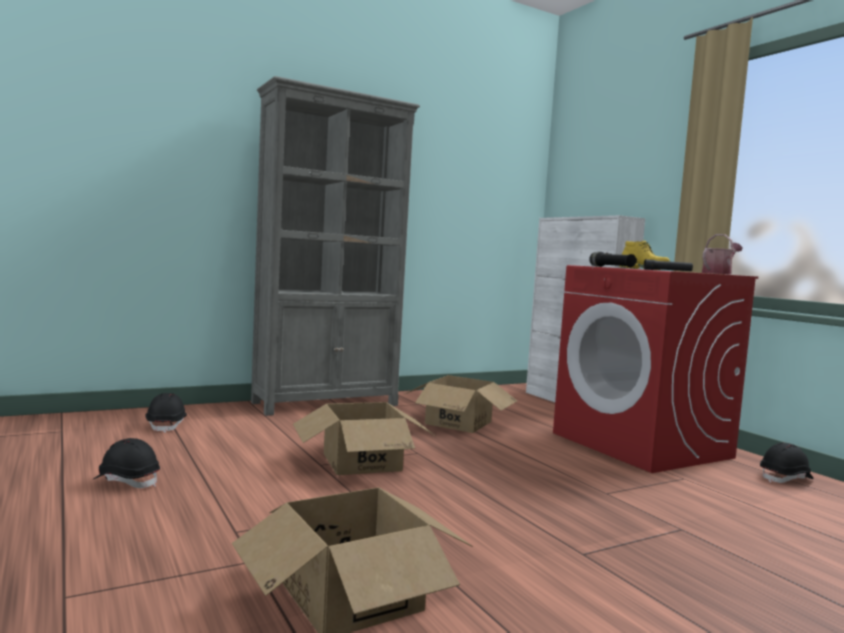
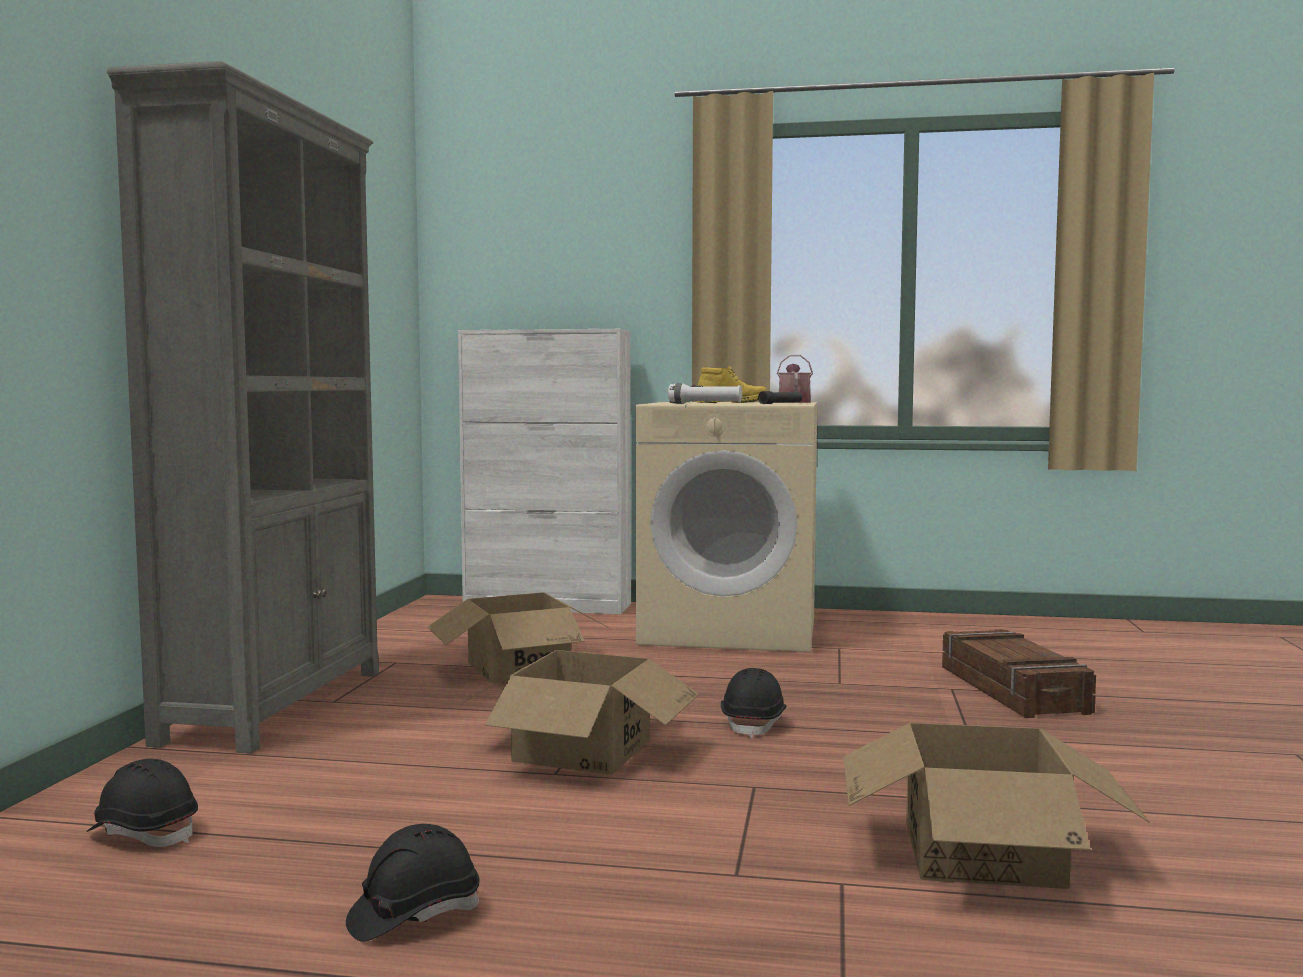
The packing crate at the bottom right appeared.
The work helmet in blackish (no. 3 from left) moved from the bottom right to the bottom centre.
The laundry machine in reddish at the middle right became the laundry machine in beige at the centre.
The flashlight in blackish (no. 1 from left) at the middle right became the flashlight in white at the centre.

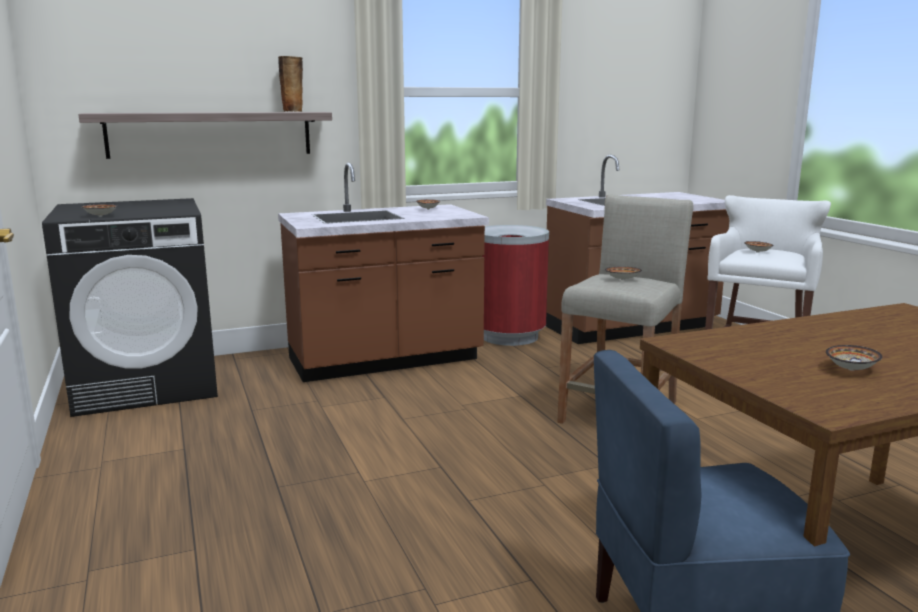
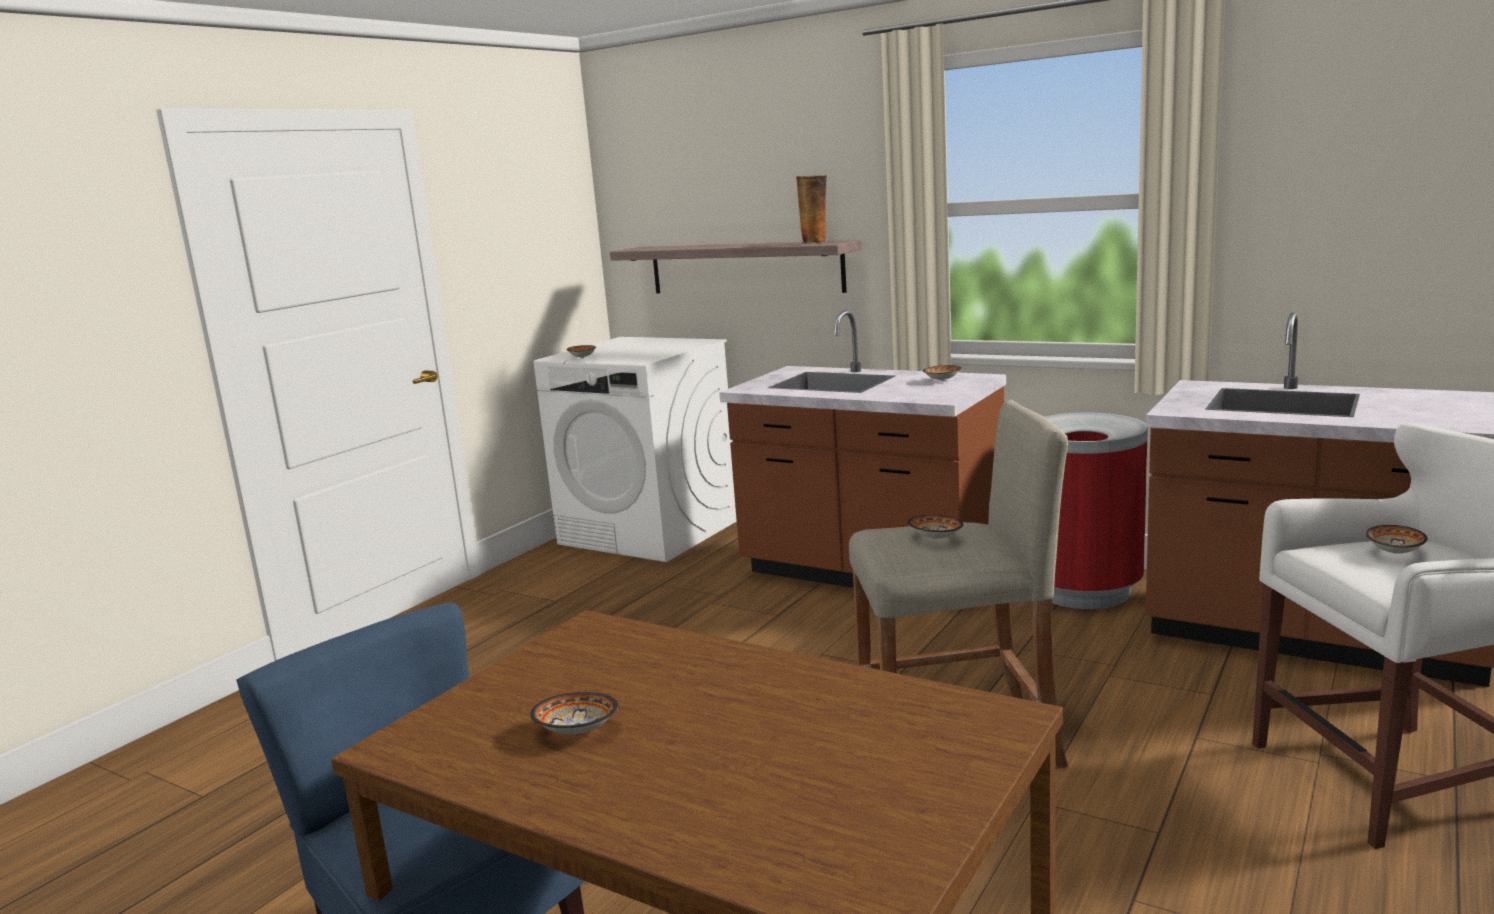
The laundry machine in blackish at the middle left became the laundry machine in white at the centre.

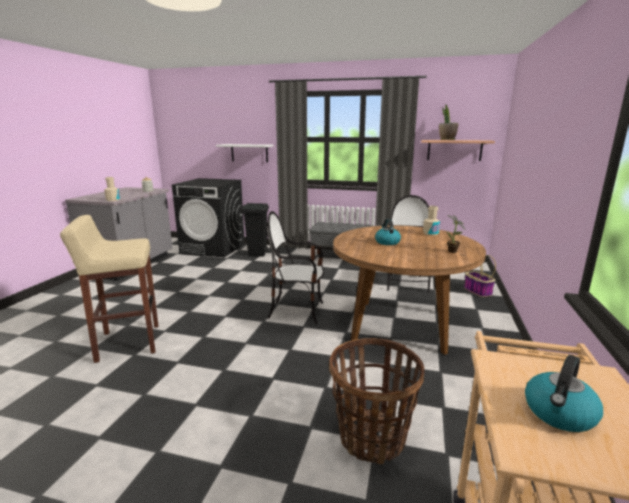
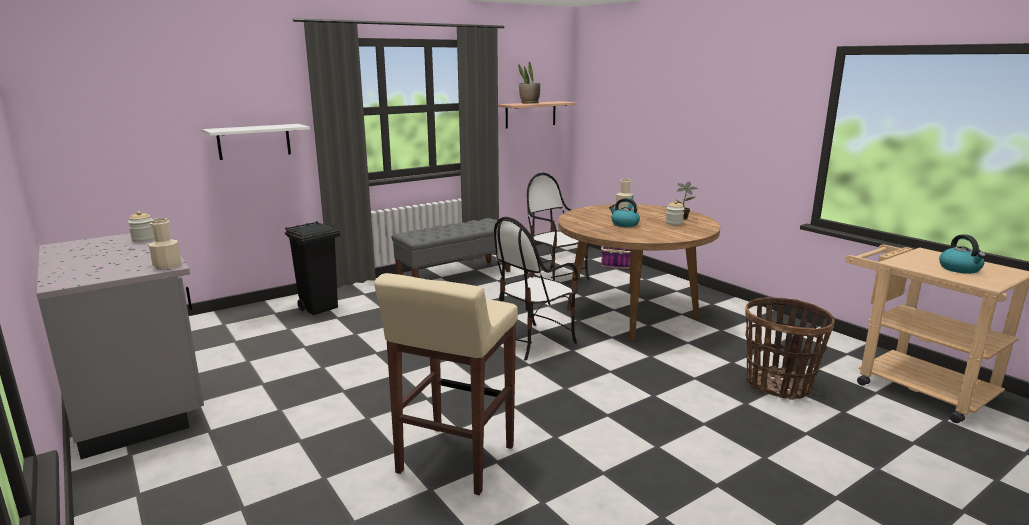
The laundry machine in blackish at the middle left disappeared.
The jar (no. 2 from left) at the centre appeared.

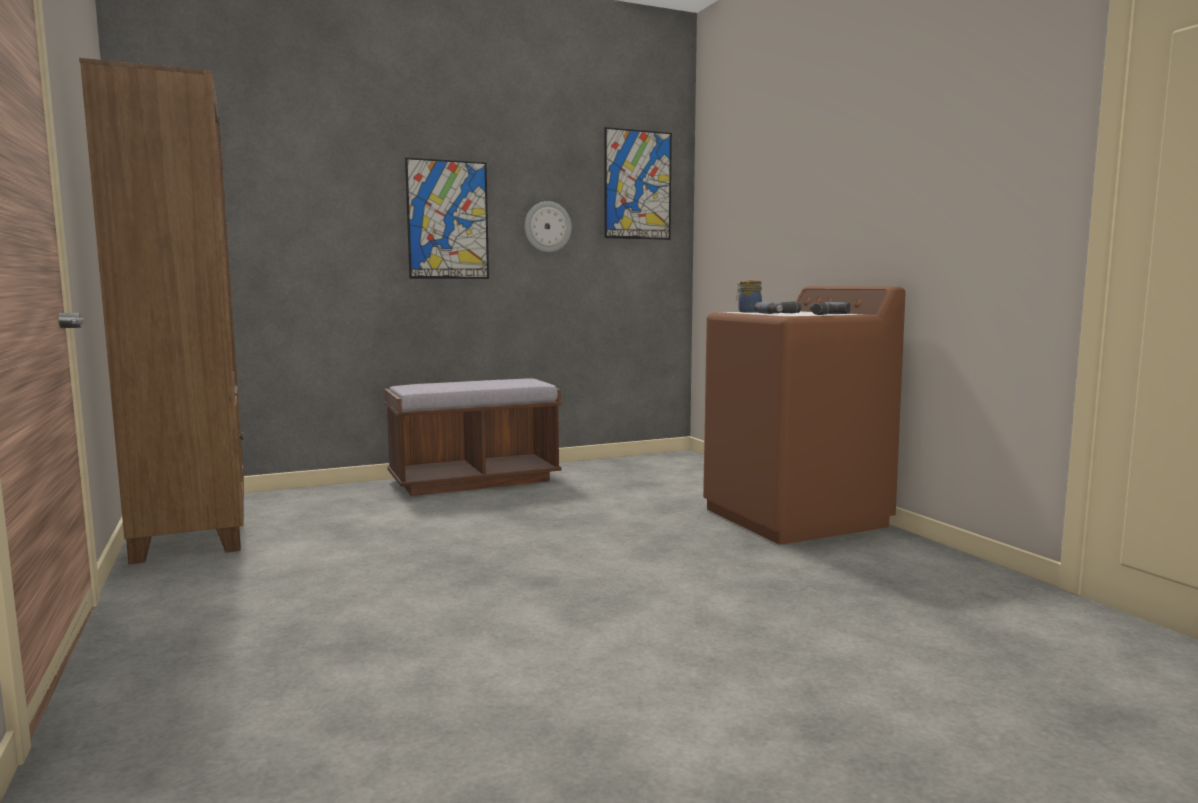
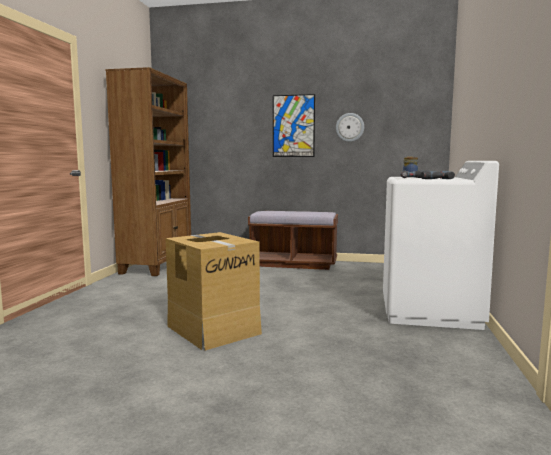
The wall art (no. 2 from left) at the top centre disappeared.
The cardboard box at the centre appeared.
The laundry machine in brown at the middle right became the laundry machine in white at the middle right.

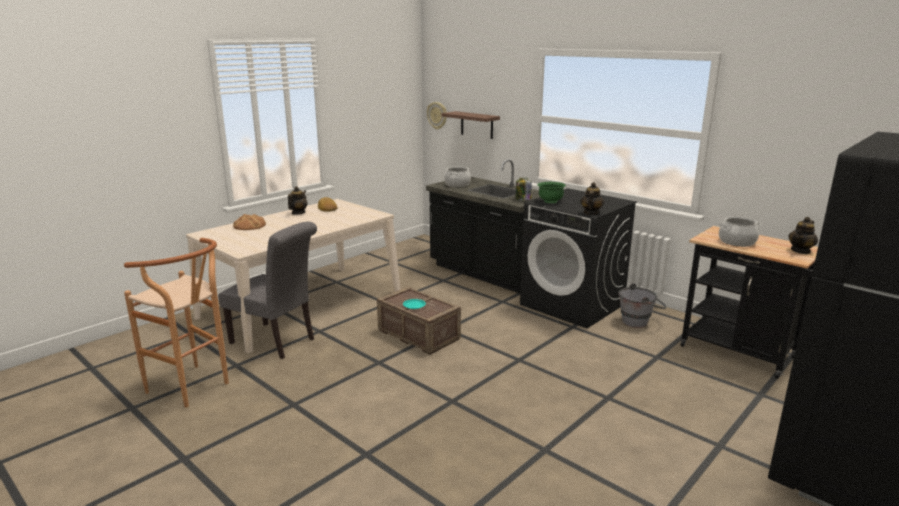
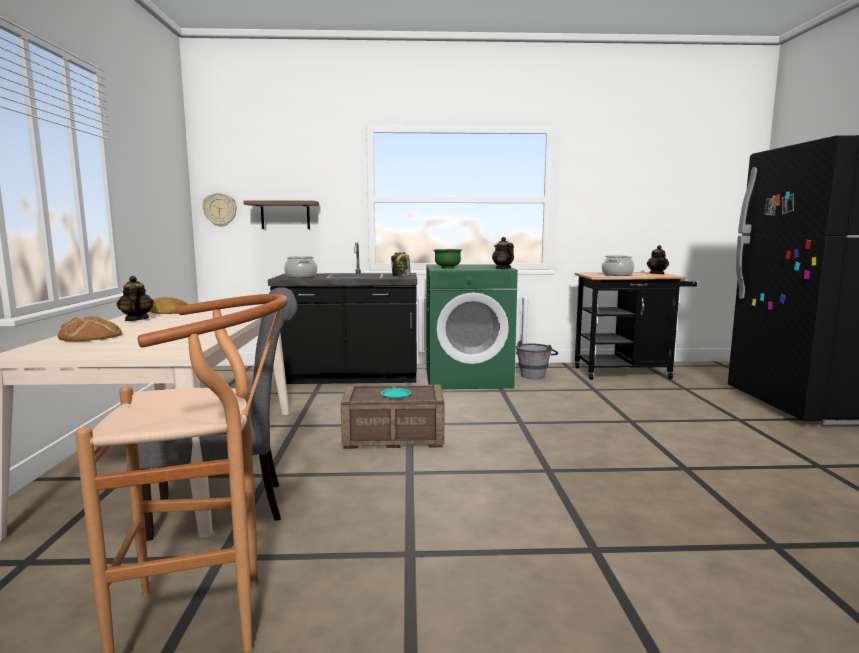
The laundry machine in blackish at the centre became the laundry machine in green at the centre.

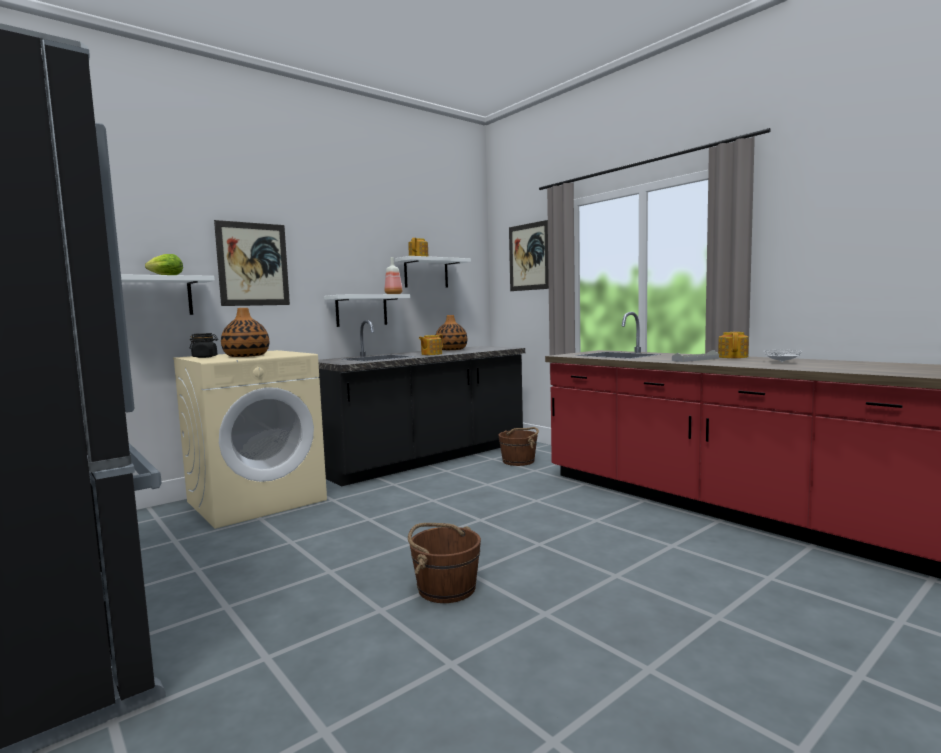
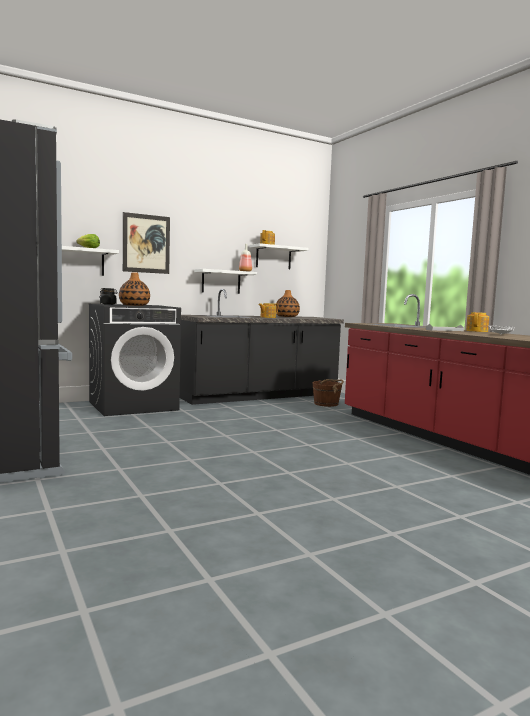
The pail in brown (no. 1 from left) at the bottom centre disappeared.
The wall art (no. 2 from left) at the centre disappeared.
The laundry machine in beige at the middle left became the laundry machine in blackish at the middle left.

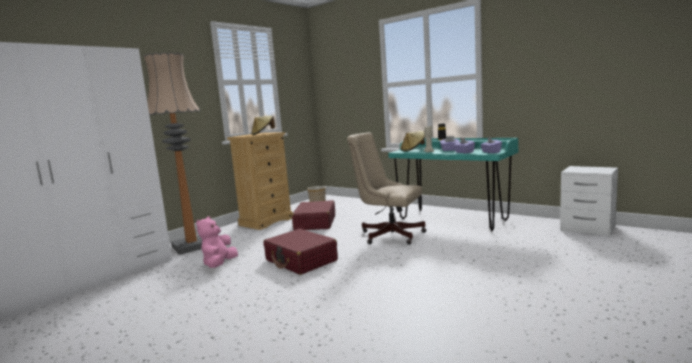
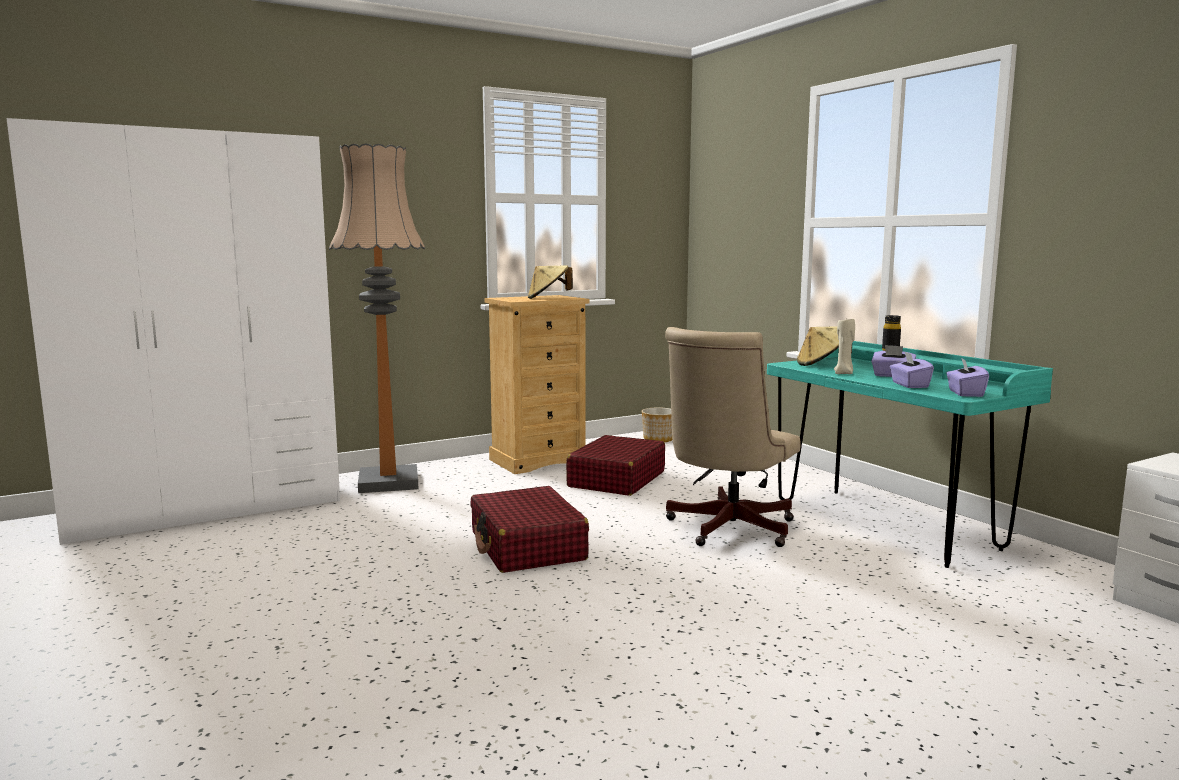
The cuddly toy in pink-coloured at the bottom left disappeared.
The desk chair in beige at the centre turned 105 degrees counterclockwise.

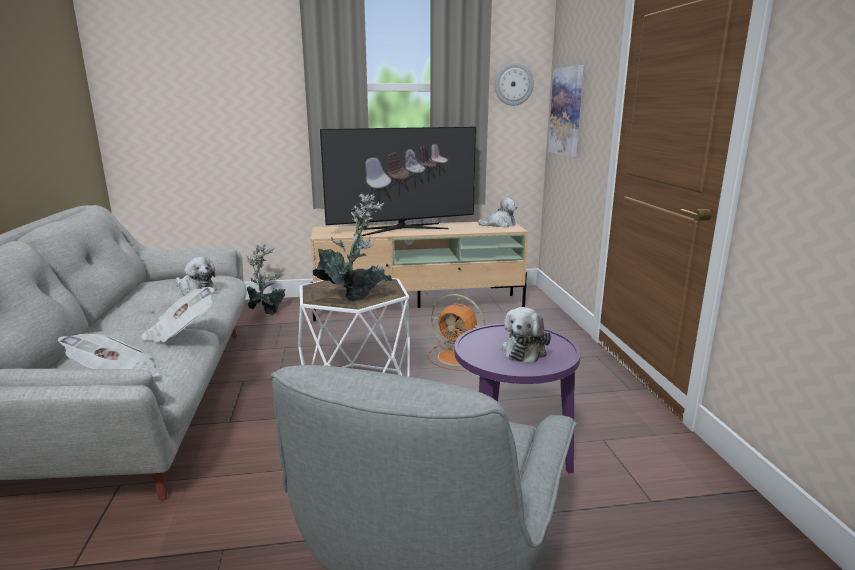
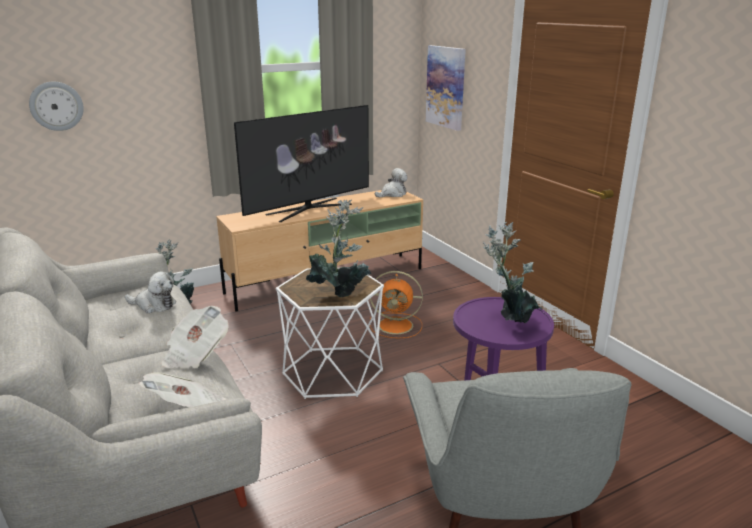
The clock on the wall moved from the top centre to the top left.
The cuddly toy (no. 3 from left) at the centre was replaced by the plant in a pot (no. 3 from left) at the middle right.

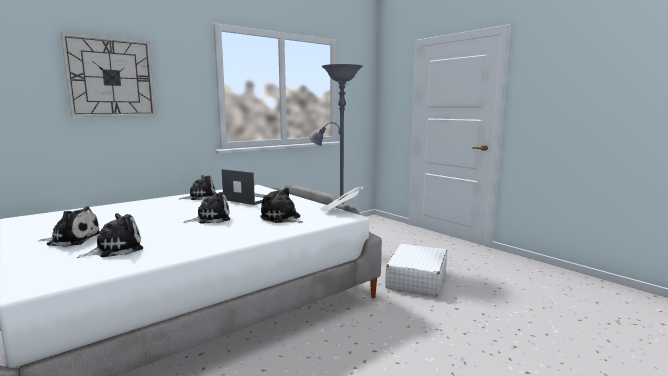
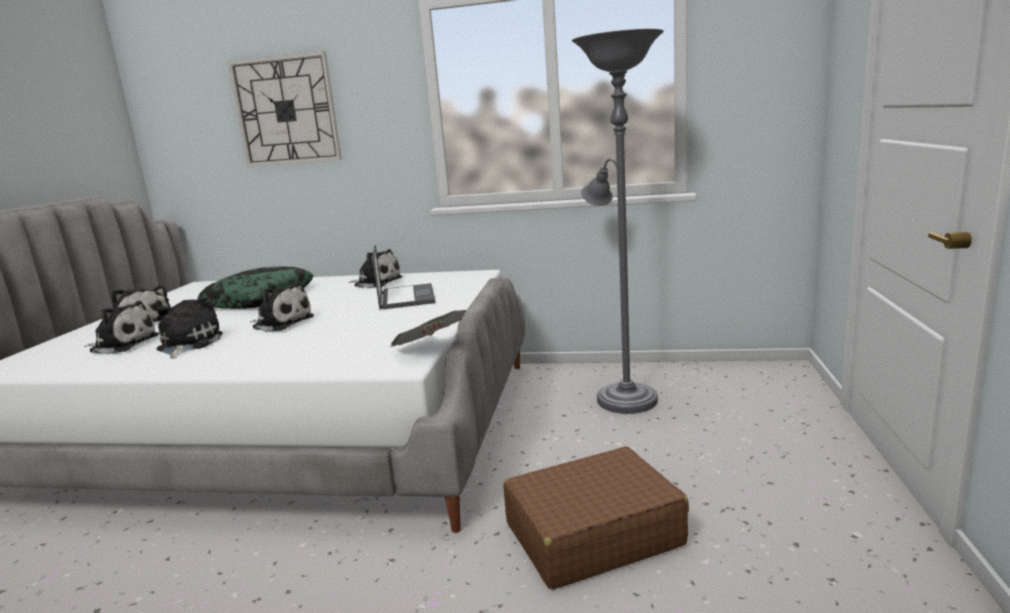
The pillow at the middle left appeared.
The cuddly toy (no. 5 from left in the first image) moved from the centre to the middle left.
The suitcase in white at the bottom centre became the suitcase in brown at the bottom centre.

